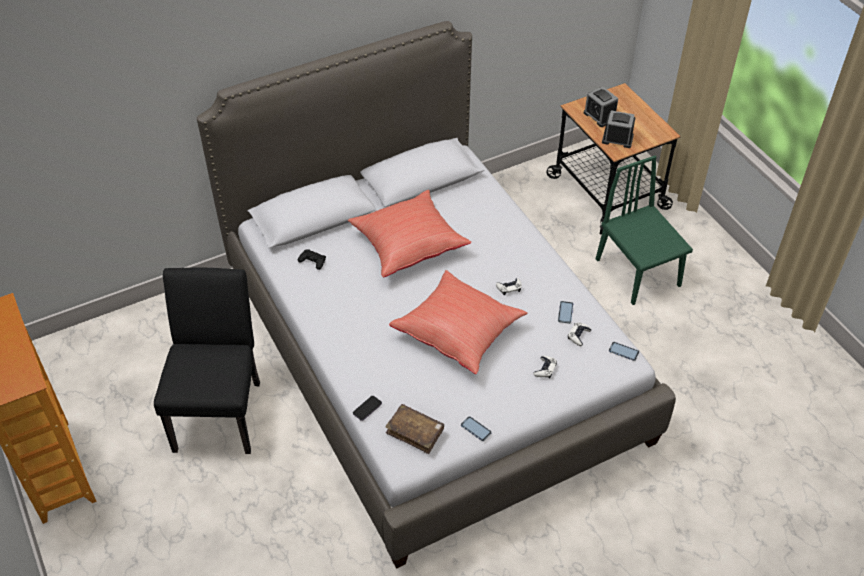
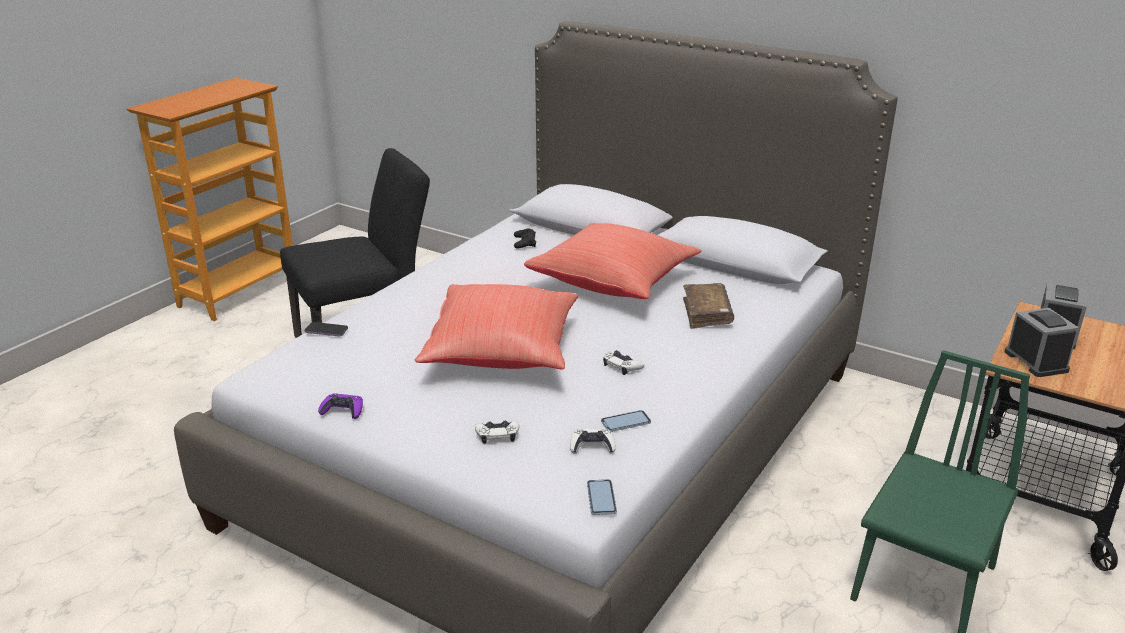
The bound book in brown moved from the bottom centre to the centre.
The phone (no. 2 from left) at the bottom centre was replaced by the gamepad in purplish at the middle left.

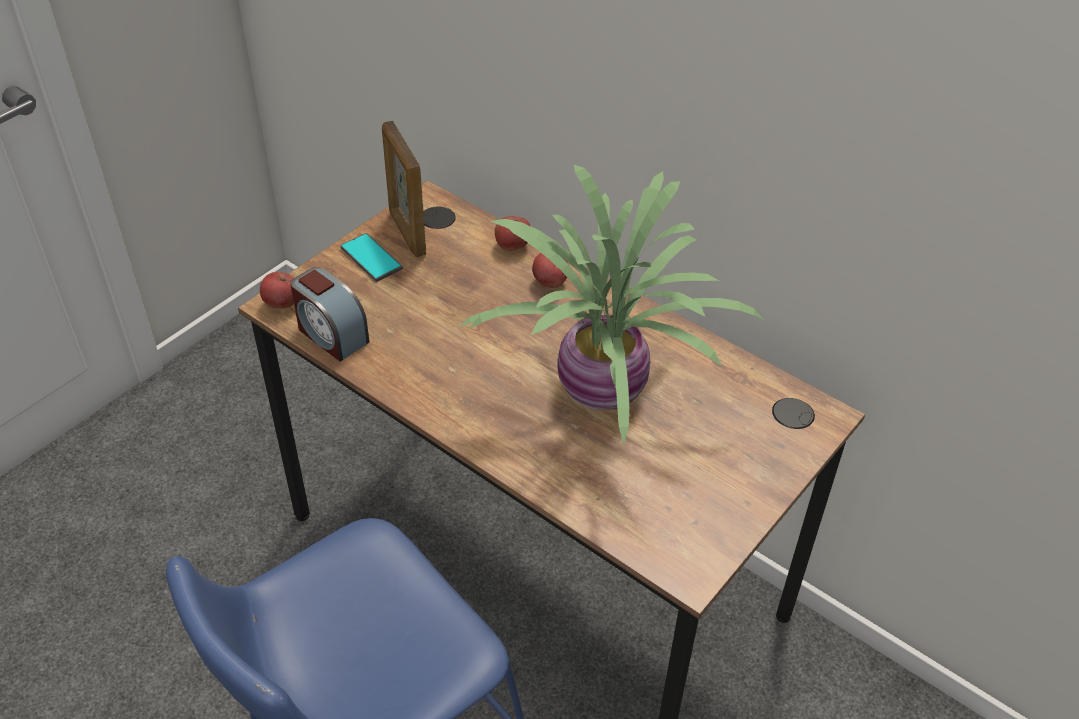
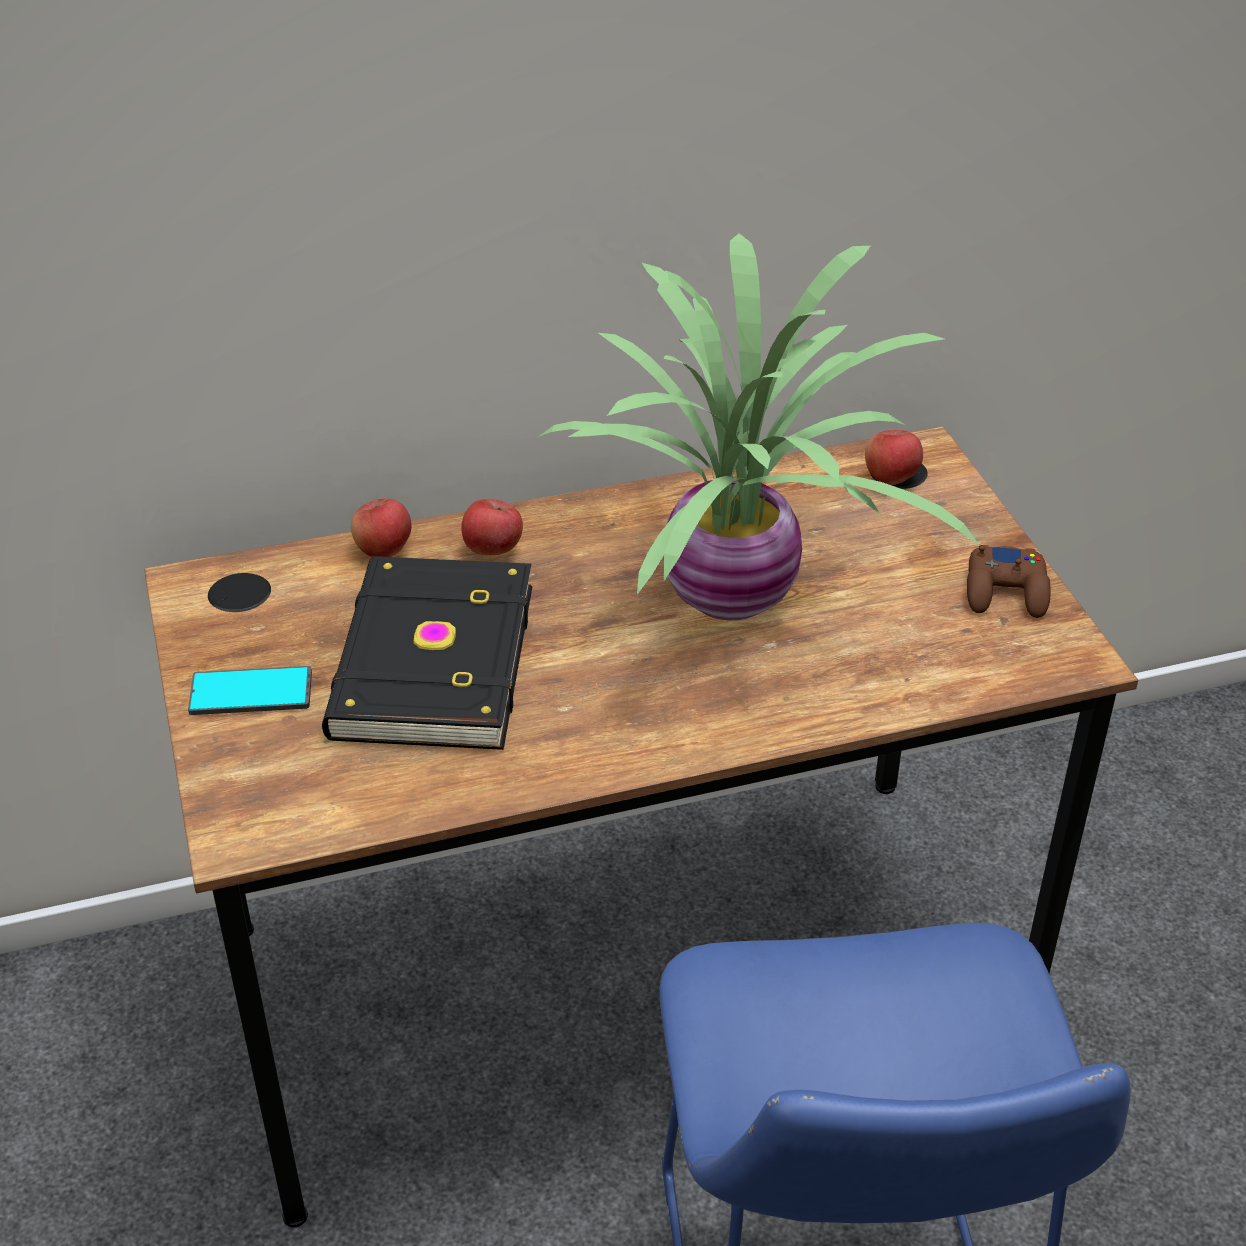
The table clock at the middle left disappeared.
The standing frame at the top centre disappeared.
The bound book in blackish at the centre appeared.
The gamepad in brown at the middle right appeared.
The whole apple (no. 1 from left in the first image) moved from the middle left to the middle right.

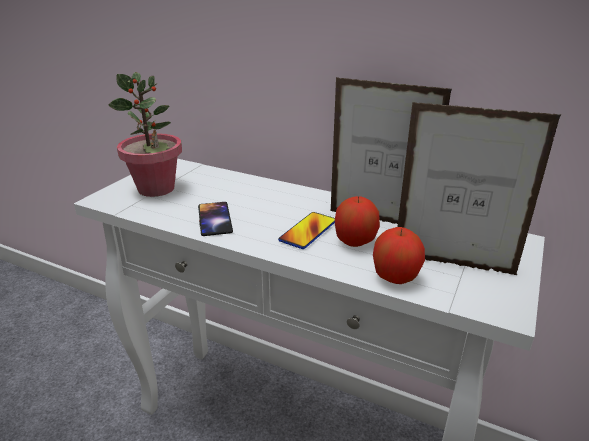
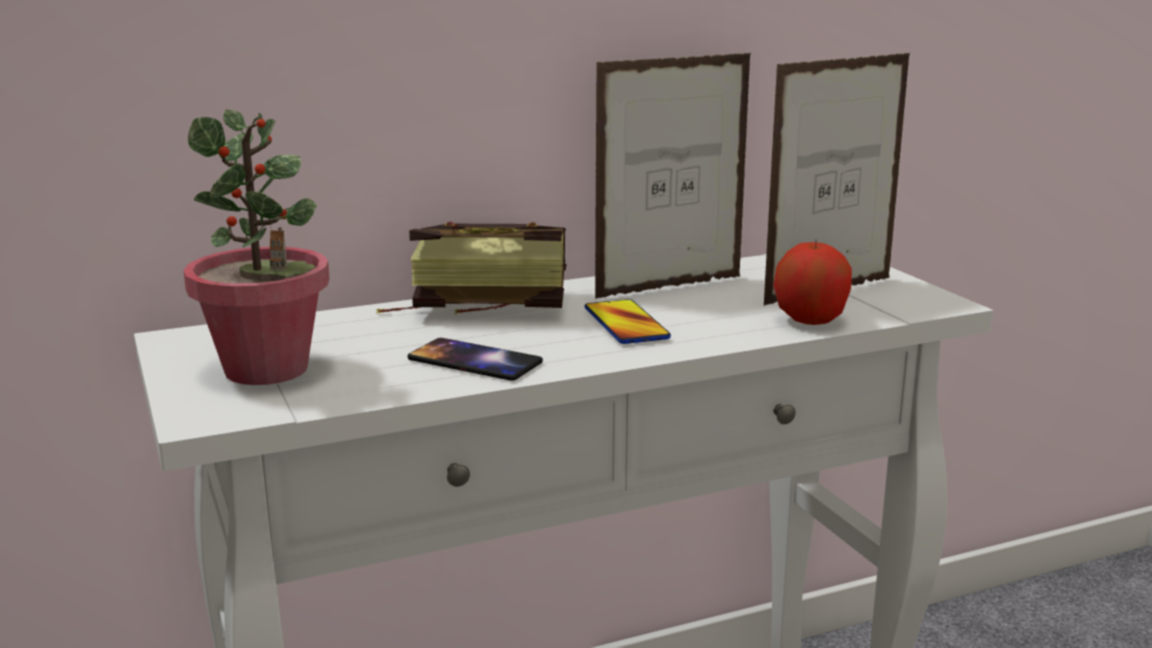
The whole apple (no. 1 from left) at the centre disappeared.
The bound book at the centre appeared.

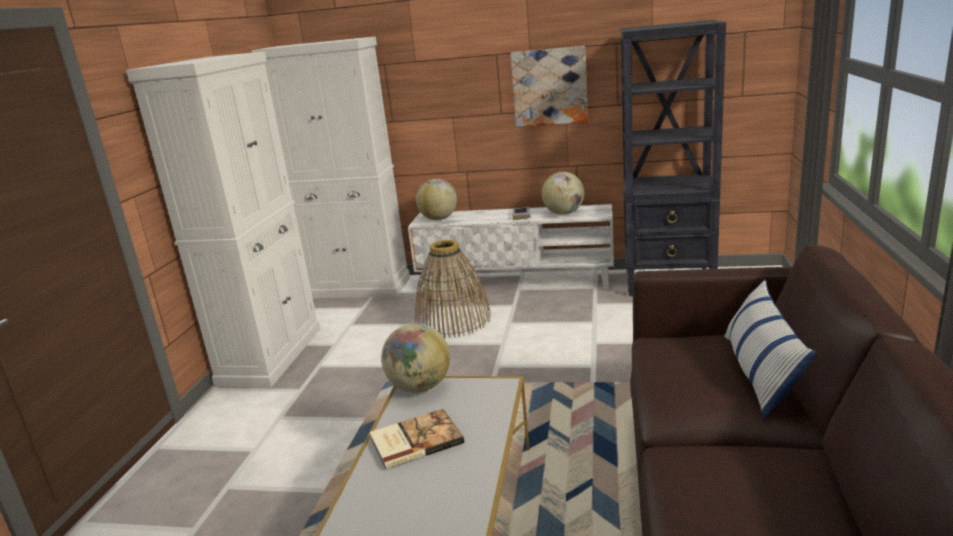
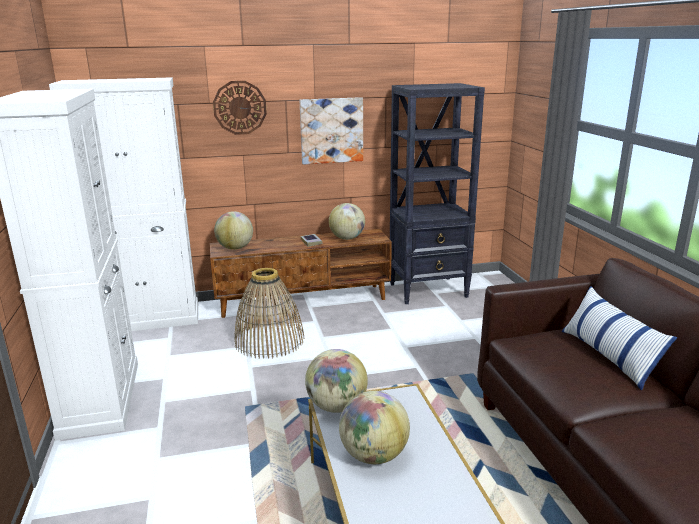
The clock on the wall at the top centre appeared.
The bound book (no. 1 from left) at the bottom centre was replaced by the world globe (no. 4 from left) at the bottom centre.
The tv stand in white at the centre became the tv stand in brown at the centre.

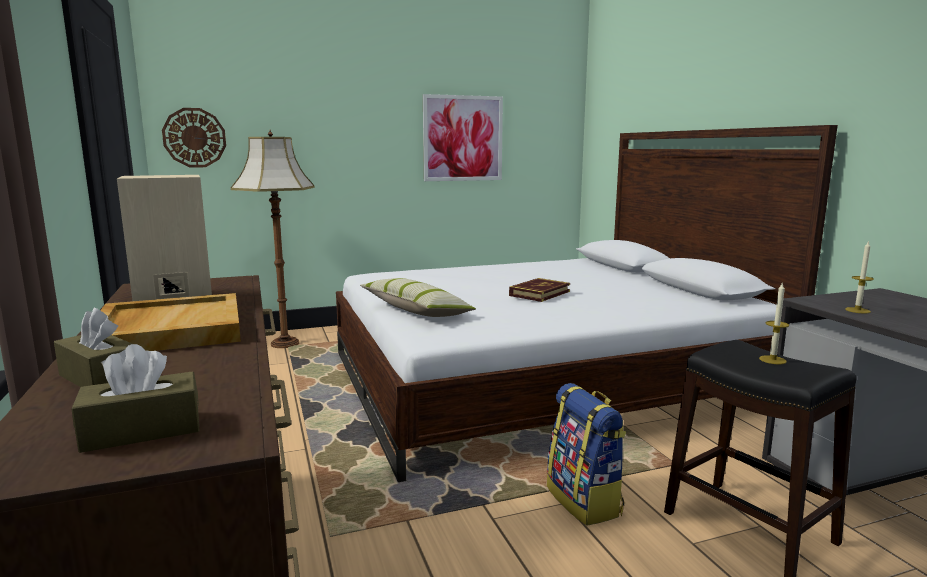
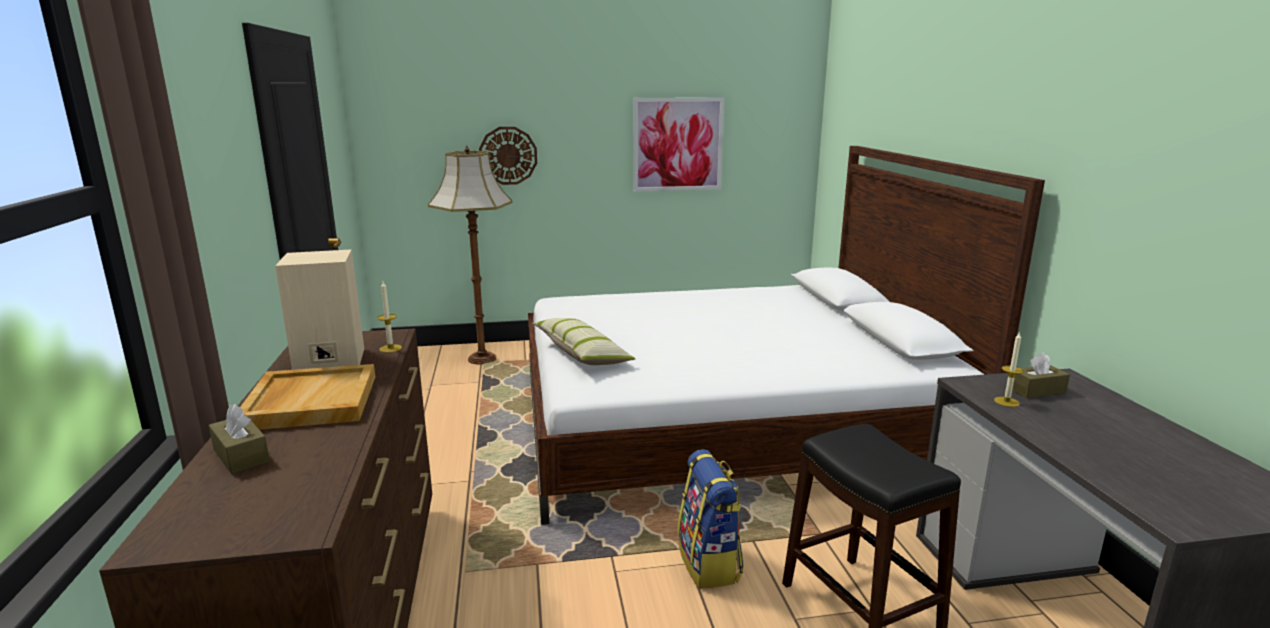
The bound book at the centre disappeared.
The tissue holder in brown (no. 2 from left) moved from the bottom left to the middle right.
The clock on the wall moved from the top left to the top centre.
The wax candle (no. 1 from left) moved from the middle right to the middle left.

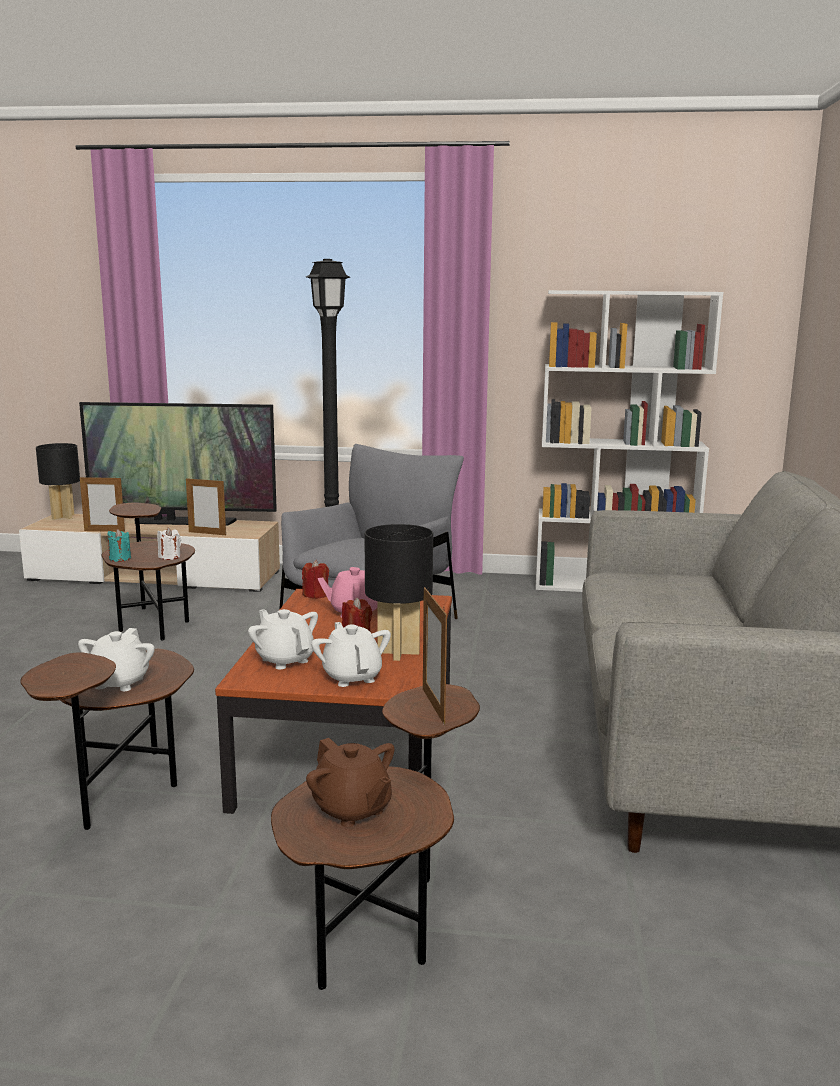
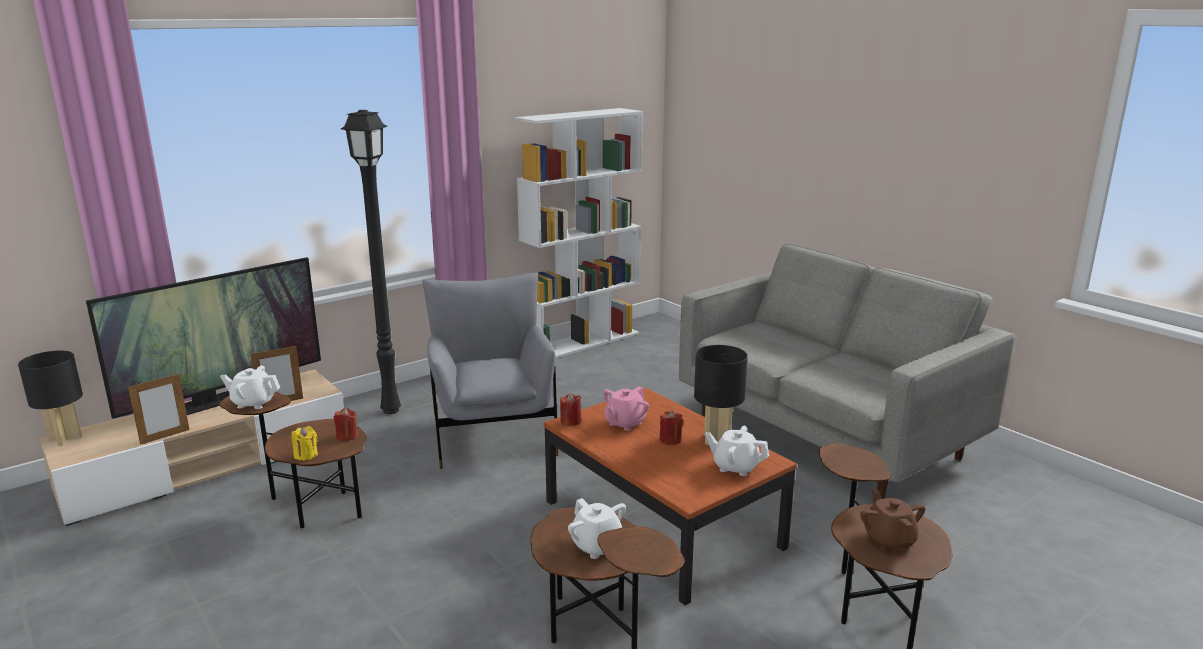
The standing frame (no. 3 from left) at the centre disappeared.
The pot for tea in white (no. 2 from left in the first image) moved from the centre to the middle left.
The wax candle in blue-green at the middle left became the wax candle in yellowish at the bottom left.
The wax candle in white at the middle left became the wax candle in reddish (no. 1 from left) at the middle left.
The pot for tea in brown at the bottom centre turned 105 degrees counterclockwise.

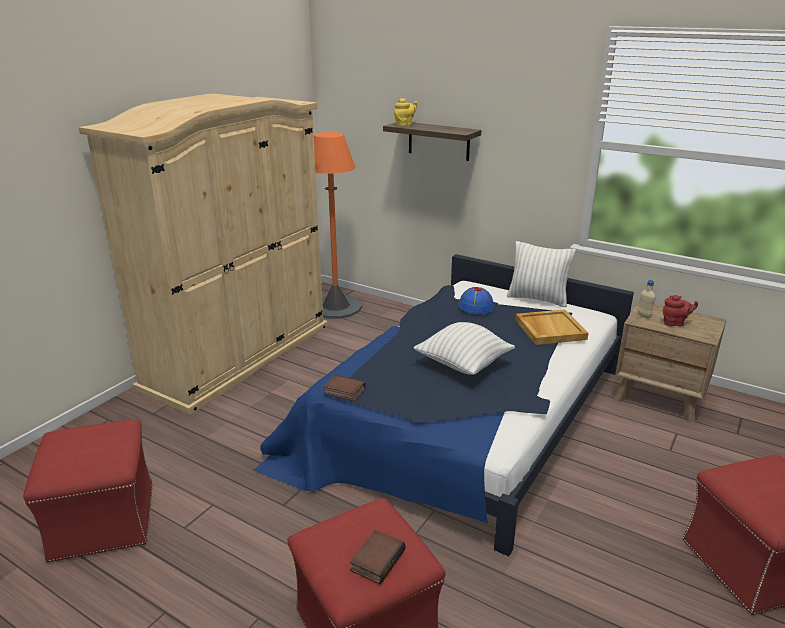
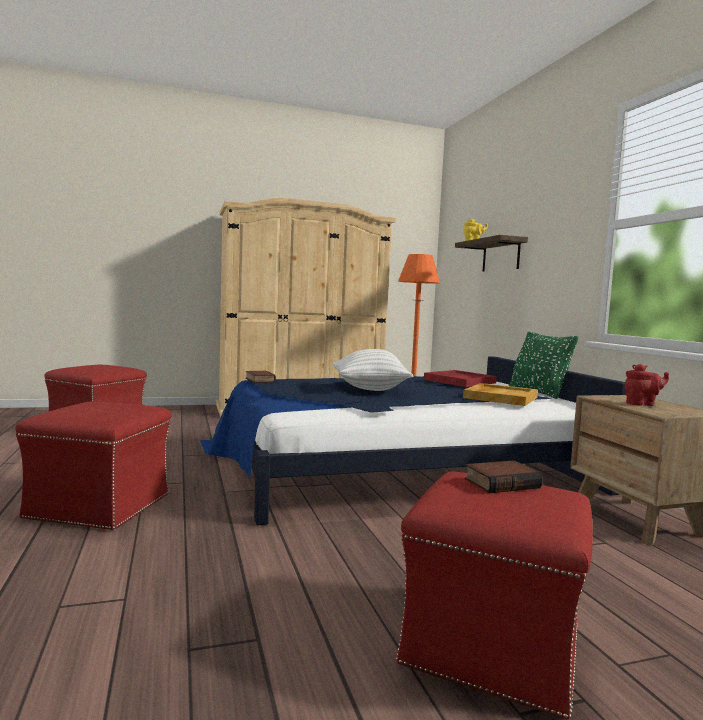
The drink bottle in beige at the middle right disappeared.
The bound book (no. 2 from left) moved from the bottom centre to the middle right.
The hat in blue at the centre was replaced by the carrying tray in reddish at the centre.
The pillow in white (no. 2 from left) at the middle right became the pillow in green at the middle right.
The pot for tea in reddish at the middle right turned 45 degrees counterclockwise.

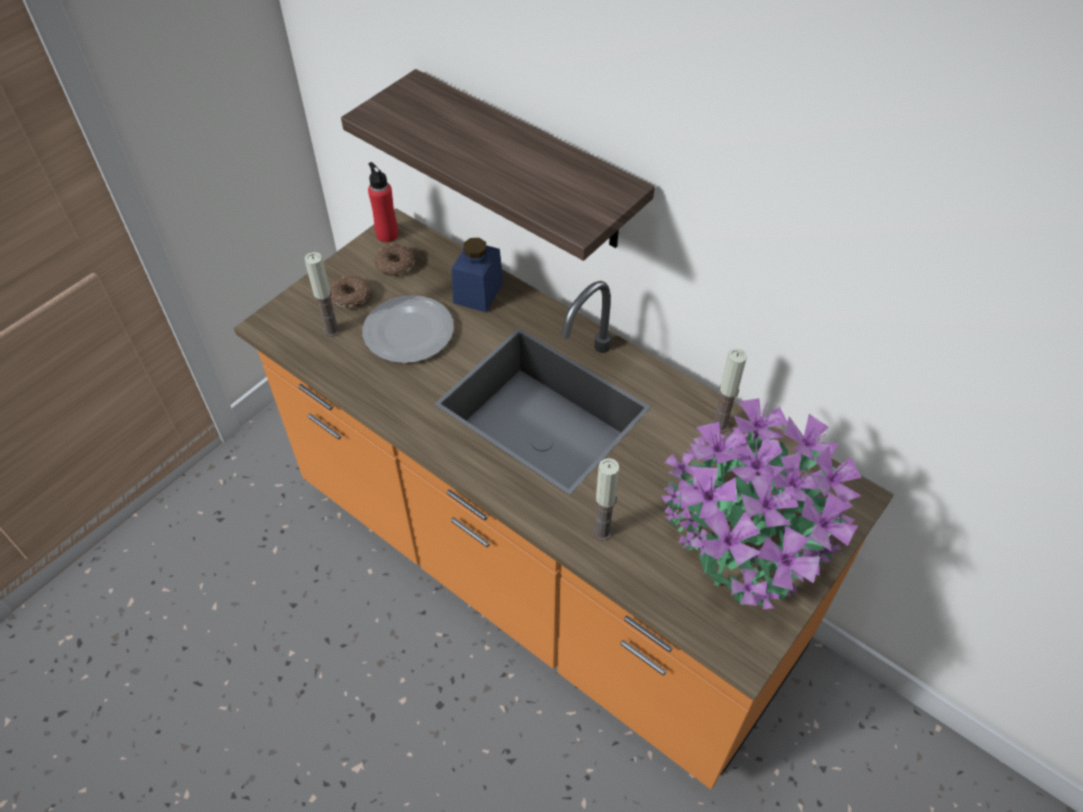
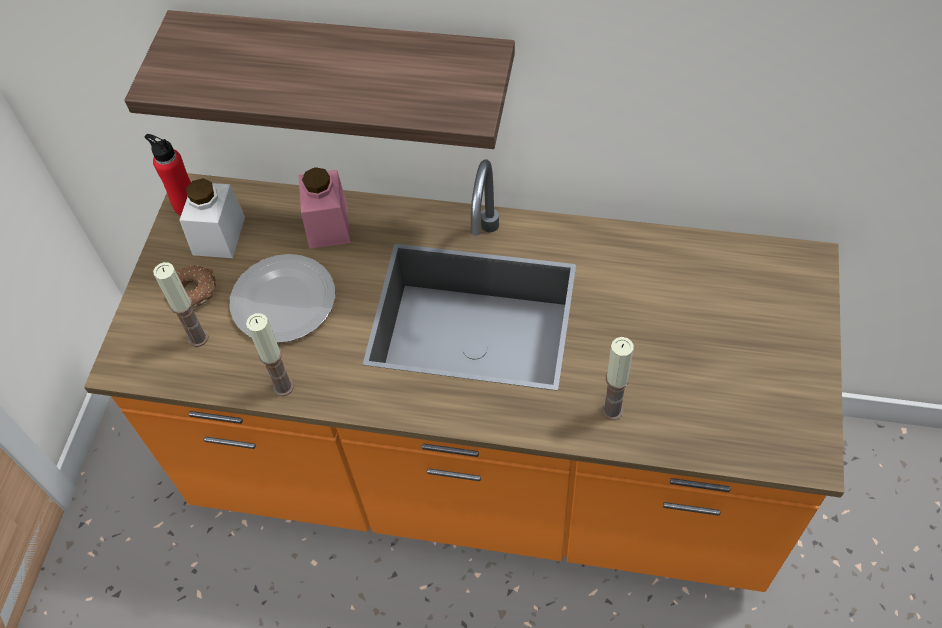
The plant in a pot at the middle right disappeared.
The wax candle (no. 3 from left in the first image) moved from the middle right to the middle left.
The ring doughnut (no. 2 from left) at the top centre was replaced by the jar in white at the middle left.
The jar in blue at the centre became the jar in pink-coloured at the top centre.

